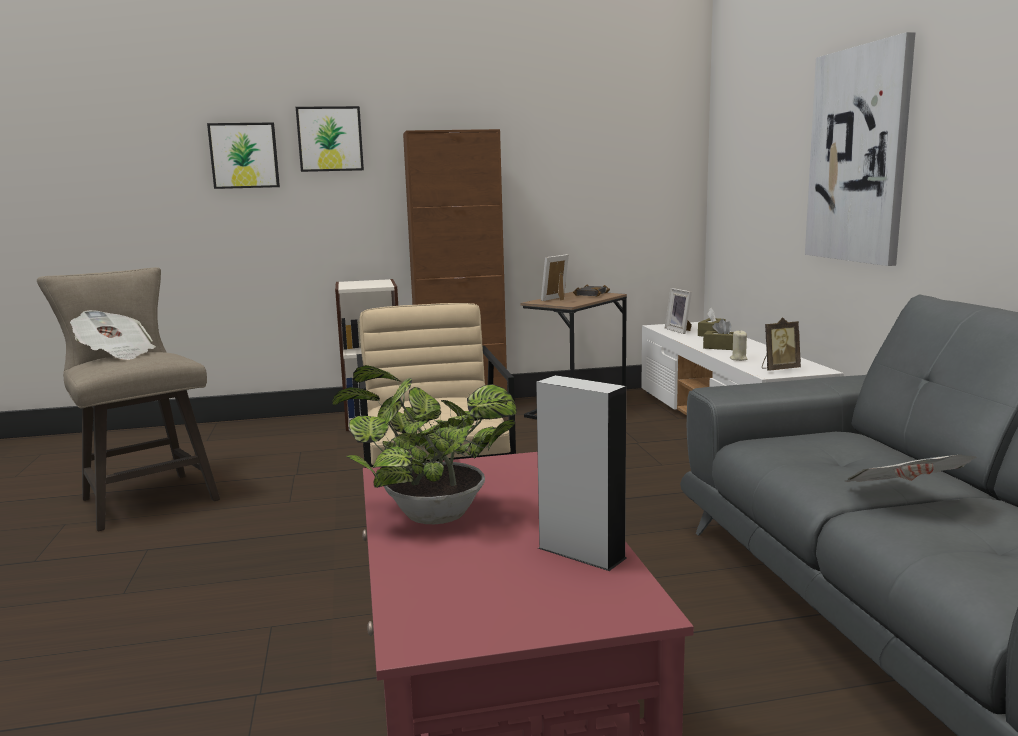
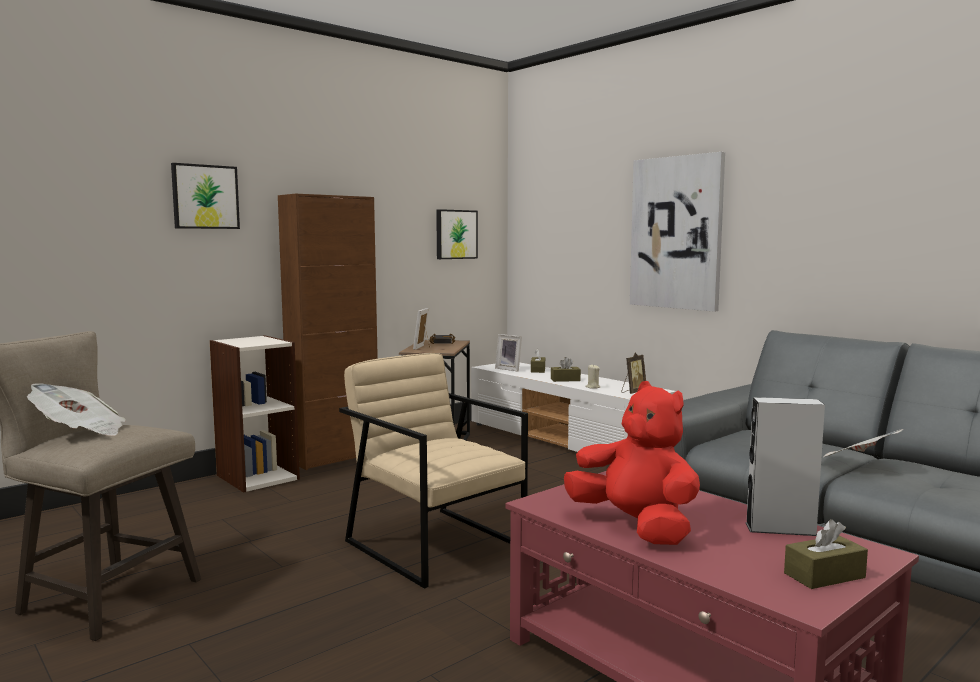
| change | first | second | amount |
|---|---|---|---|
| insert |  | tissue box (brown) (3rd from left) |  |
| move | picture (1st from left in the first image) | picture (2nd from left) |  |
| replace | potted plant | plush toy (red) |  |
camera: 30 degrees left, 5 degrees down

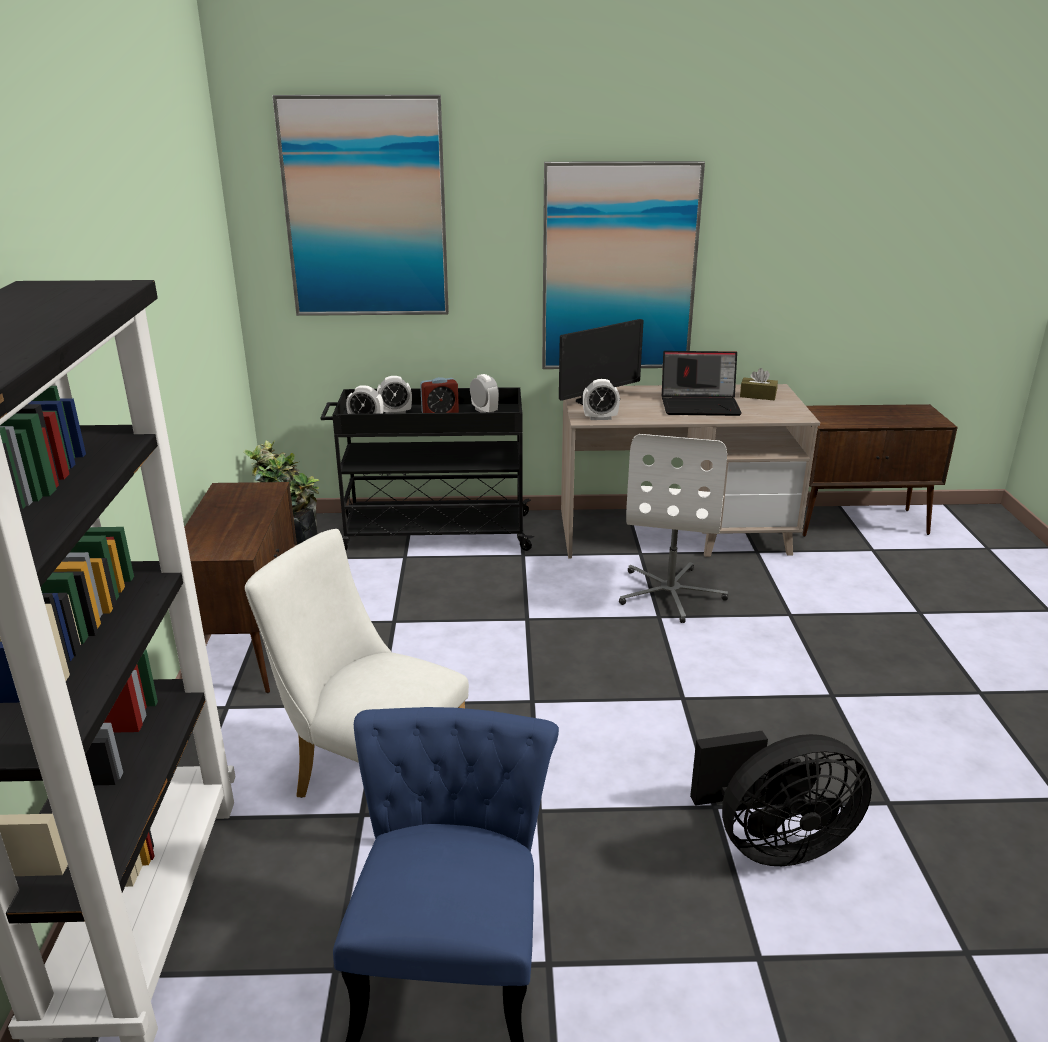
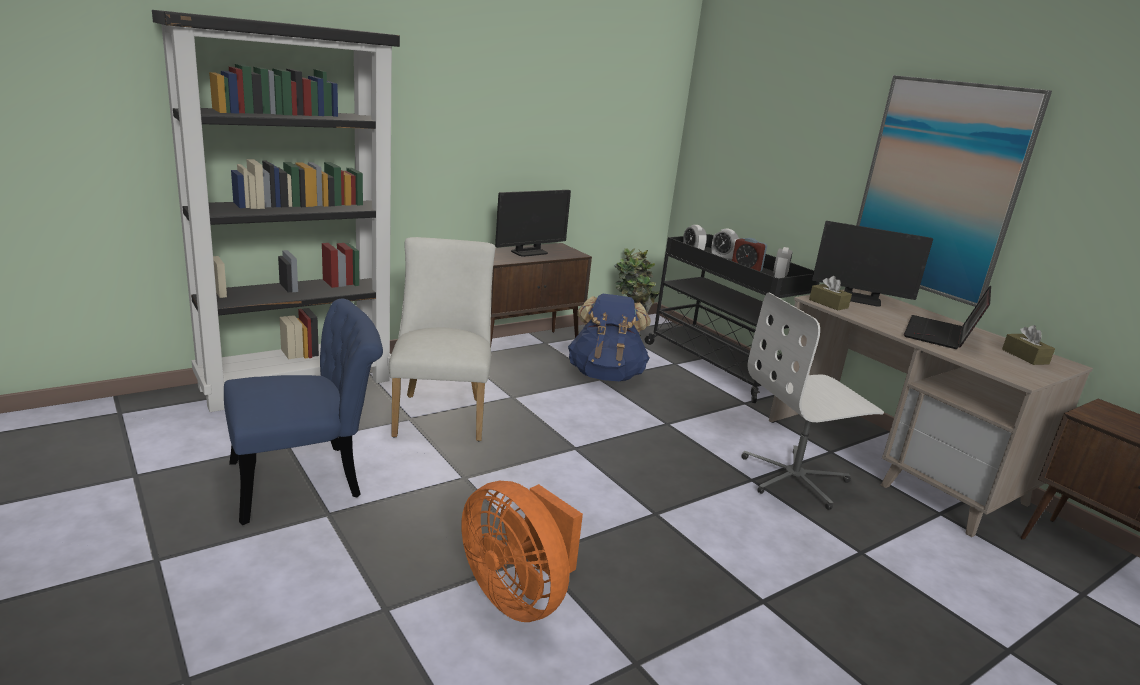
| change | first | second | amount |
|---|---|---|---|
| delete | picture (1st from left) |  |  |
| insert |  | monitor (1st from left) |  |
| insert |  | backpack (blue) |  |
| replace | alarm clock (5th from left) | tissue box (brown) (1st from left) |  |
| recolor | fan (black) | fan (orange) |  |
| rotate | laptop |  | 60 degrees clockwise |
camera: 55 degrees right, 5 degrees down

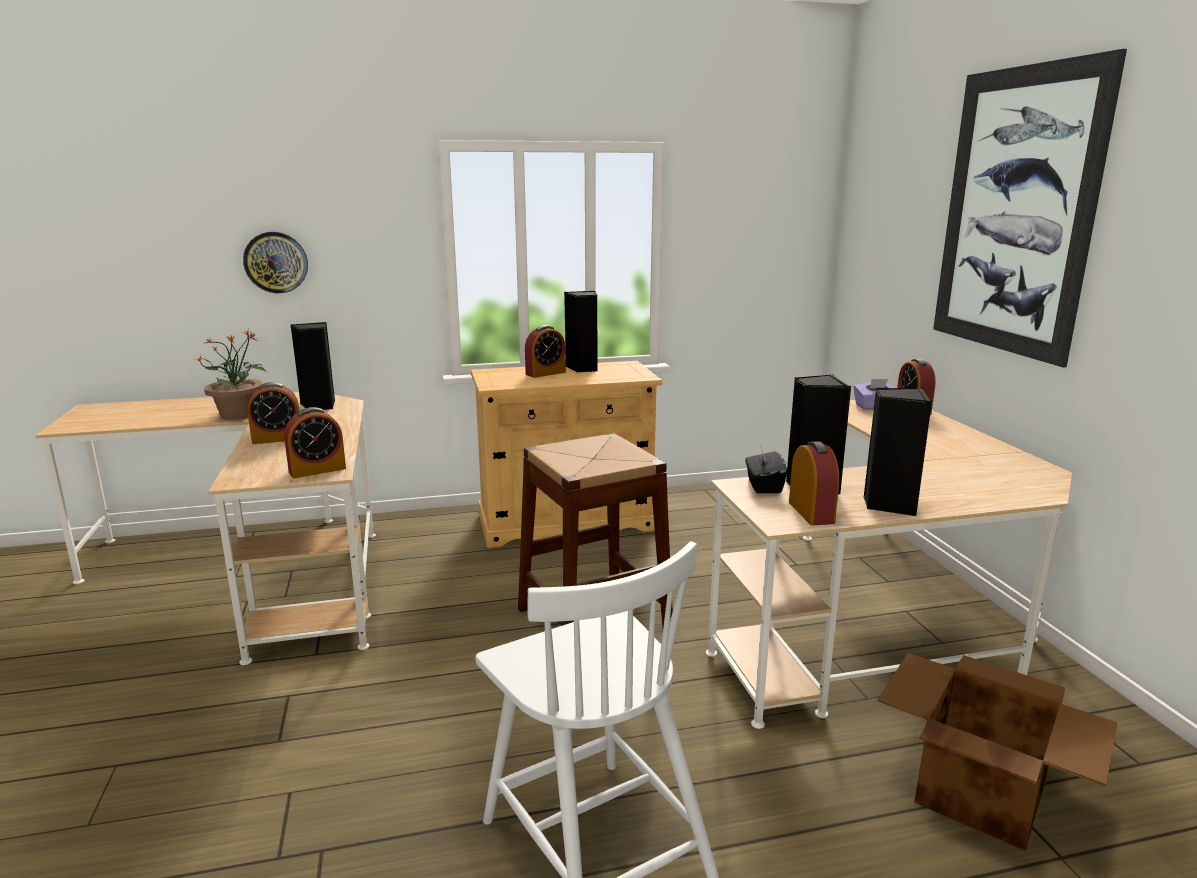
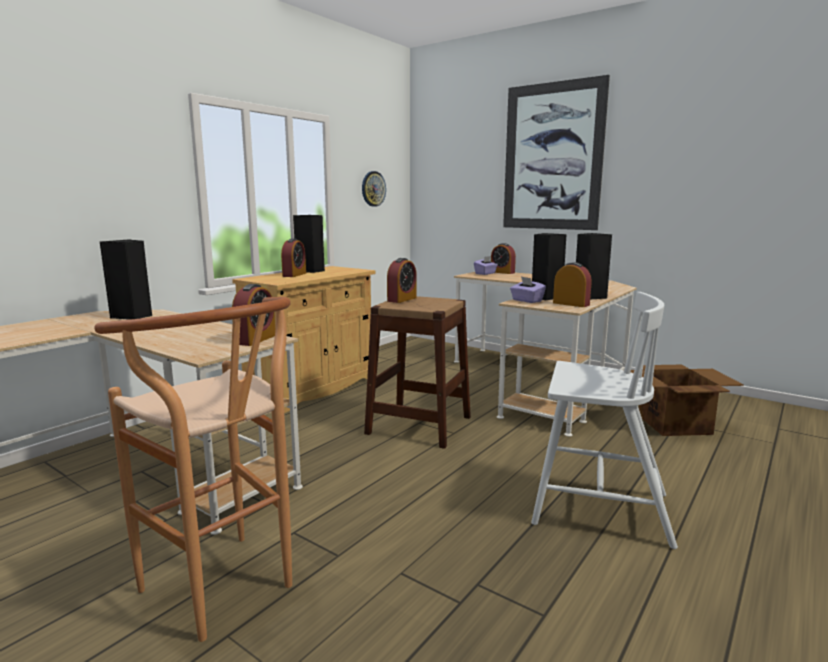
| change | first | second | amount |
|---|---|---|---|
| delete | potted plant |  |  |
| insert |  | stool (brown) (1st from left) |  |
| move | wall clock |  |  |
| move | alarm clock (1st from left in the first image) | alarm clock (3rd from left) |  |
| recolor | tissue box (black) | tissue box (purple) (2nd from left) |  |
camera: 40 degrees left, 5 degrees down

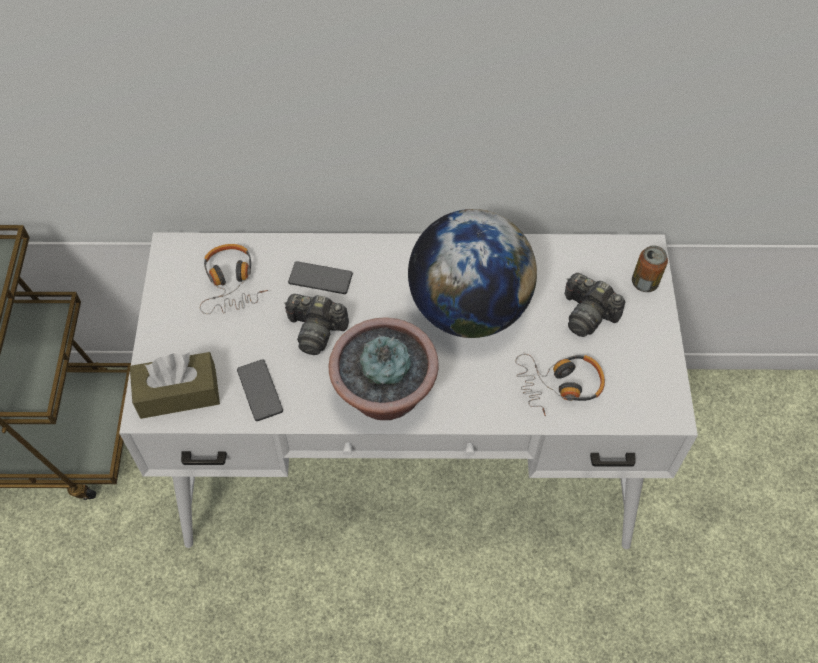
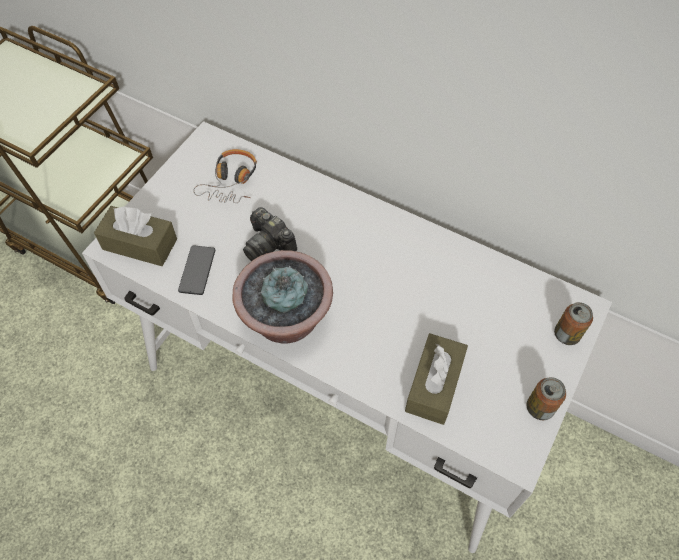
| change | first | second | amount |
|---|---|---|---|
| delete | phone (2nd from left) |  |  |
| delete | globe |  |  |
| delete | photo camera (2nd from left) |  |  |
| insert |  | can (1st from left) |  |
| replace | headphones (2nd from left) | tissue box (brown) (2nd from left) |  |
camera: 30 degrees right, 0 degrees up

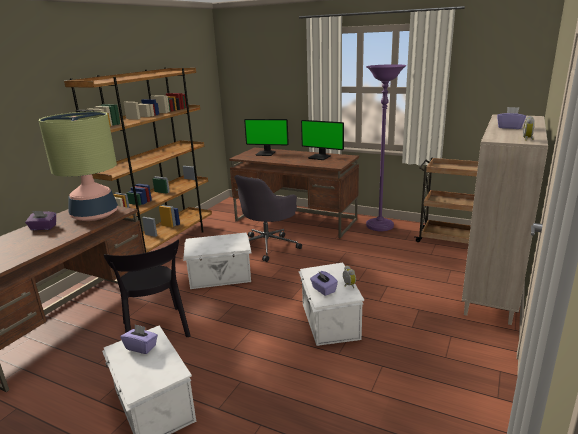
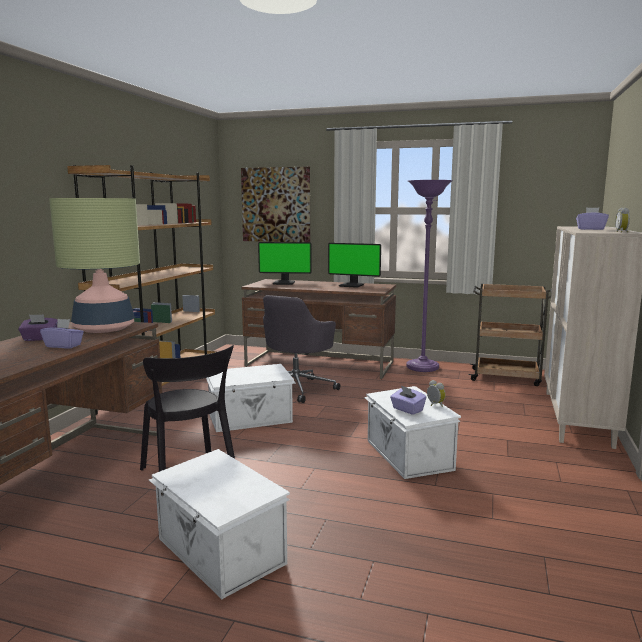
| change | first | second | amount |
|---|---|---|---|
| insert |  | picture |  |
| move | tissue box (purple) (2nd from left) |  |  |
camera: 10 degrees left, 10 degrees down

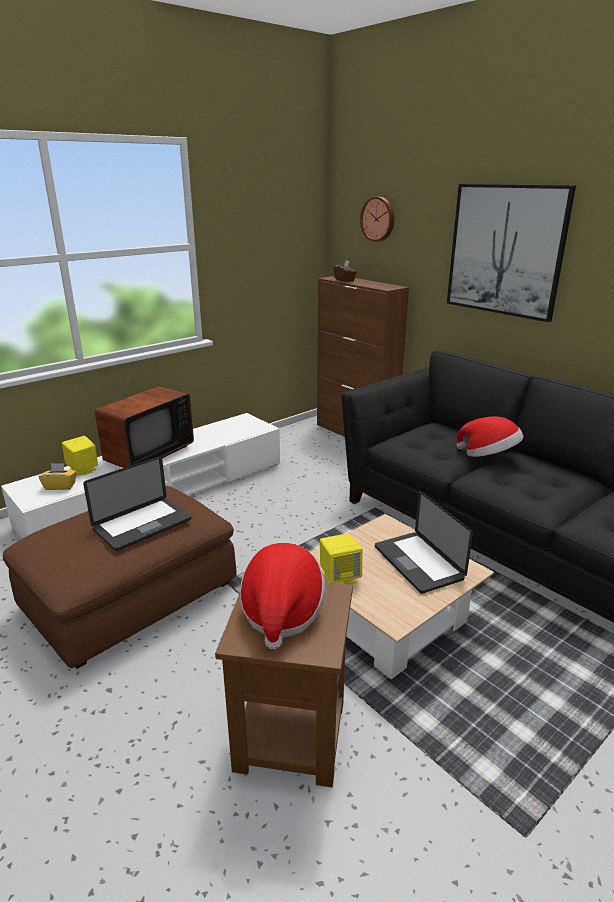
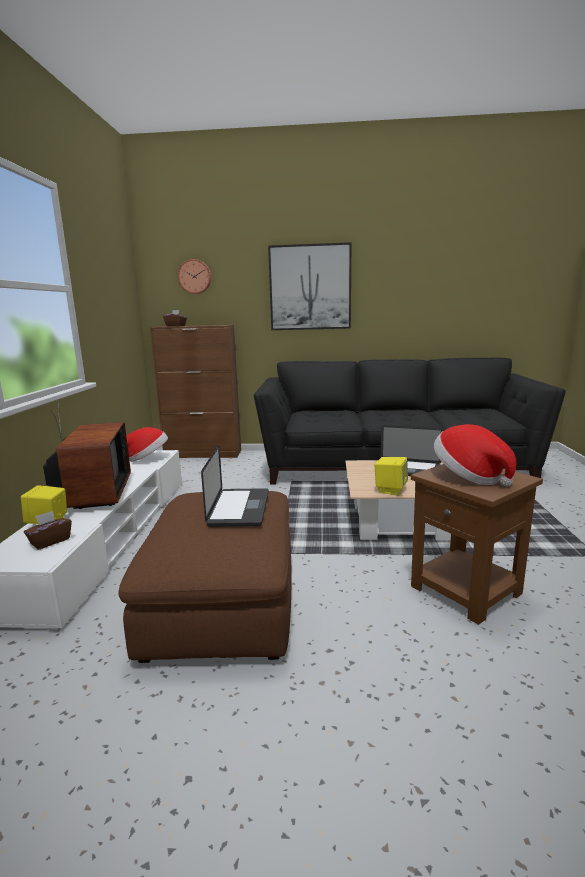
| change | first | second | amount |
|---|---|---|---|
| move | hat (2nd from left in the first image) | hat (1st from left) |  |
| recolor | tissue box (yellow) | tissue box (brown) (1st from left) |  |
camera: 45 degrees left, 10 degrees down

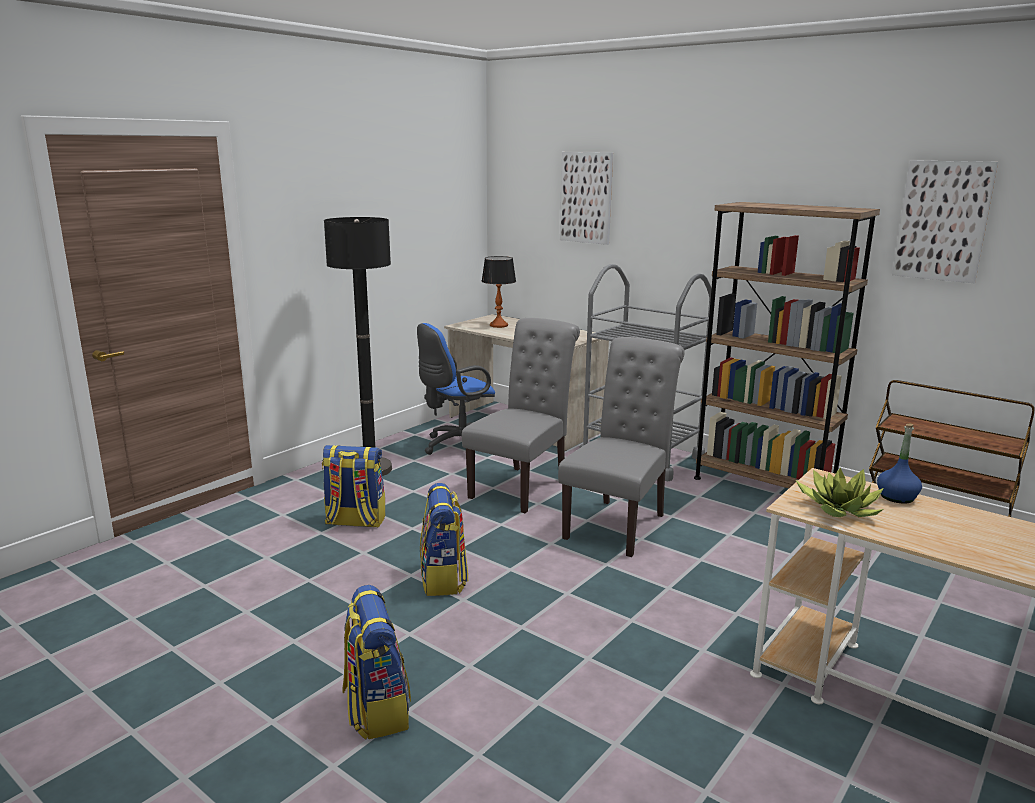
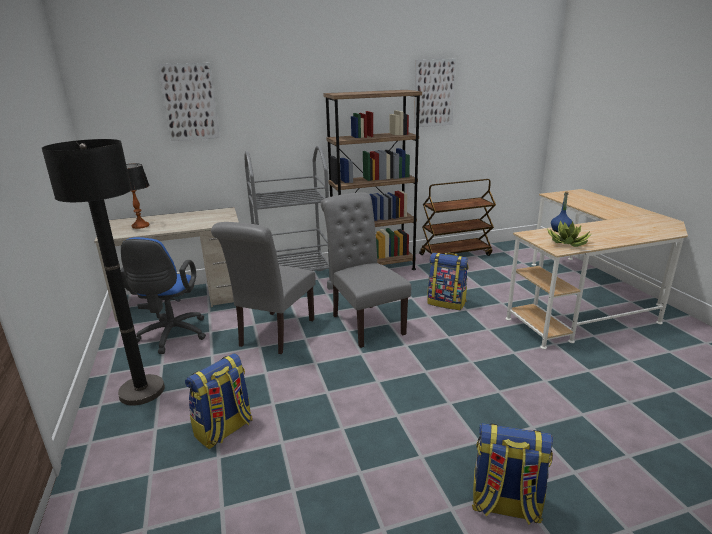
| change | first | second | amount |
|---|---|---|---|
| move | backpack (3rd from left in the first image) | backpack (2nd from left) |  |
| rotate | chair (grey) (1st from left) |  | 135 degrees counterclockwise |
camera: 55 degrees left, 5 degrees up

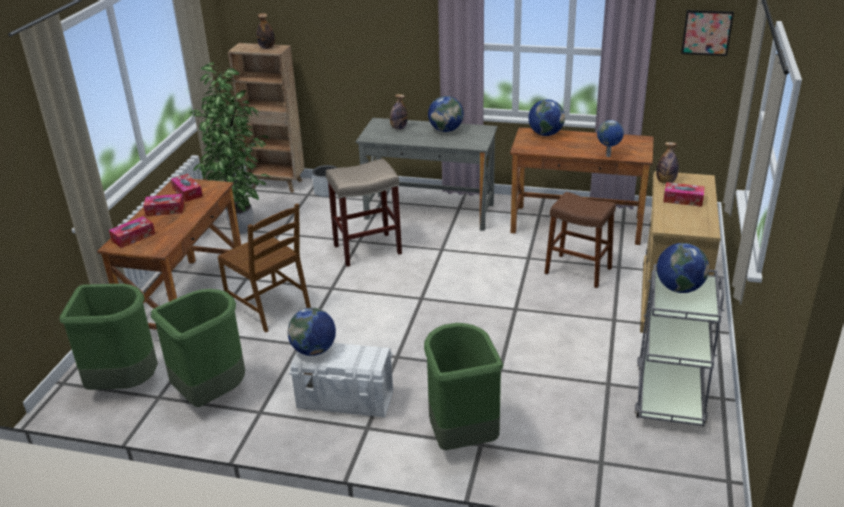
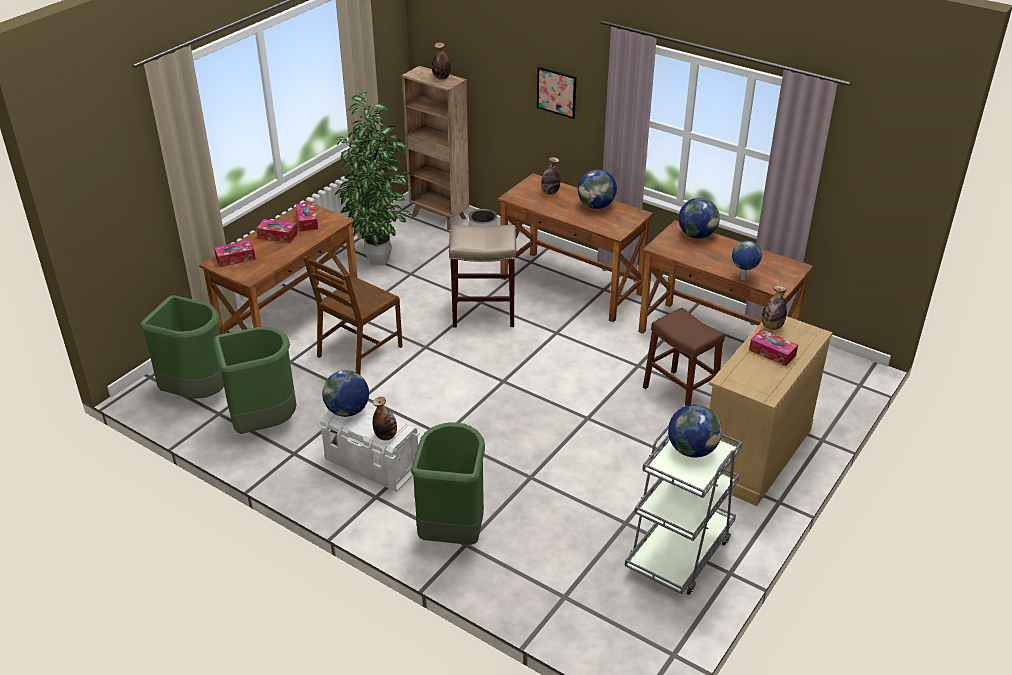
| change | first | second | amount |
|---|---|---|---|
| insert |  | bottle (1st from left) |  |
| move | picture |  |  |
| recolor | desk (grey) | desk (brown) (2nd from left) |  |
| rotate | chair (brown) |  | 60 degrees clockwise |
camera: 20 degrees right, 5 degrees up

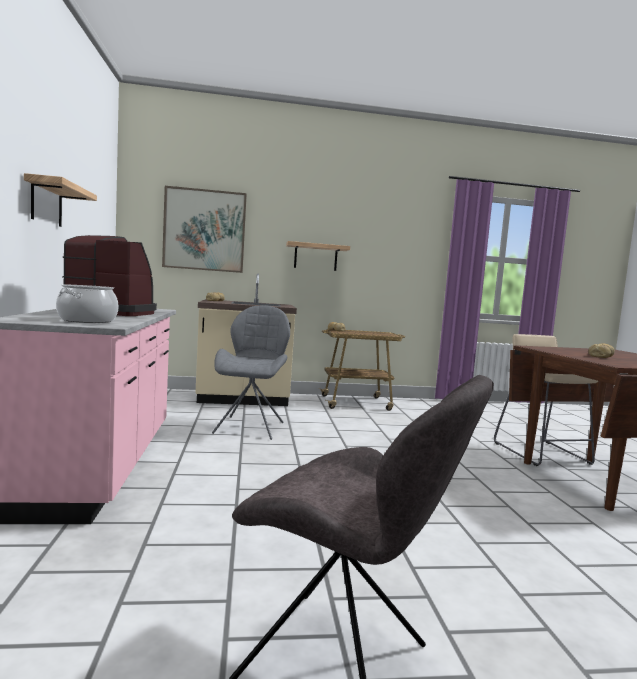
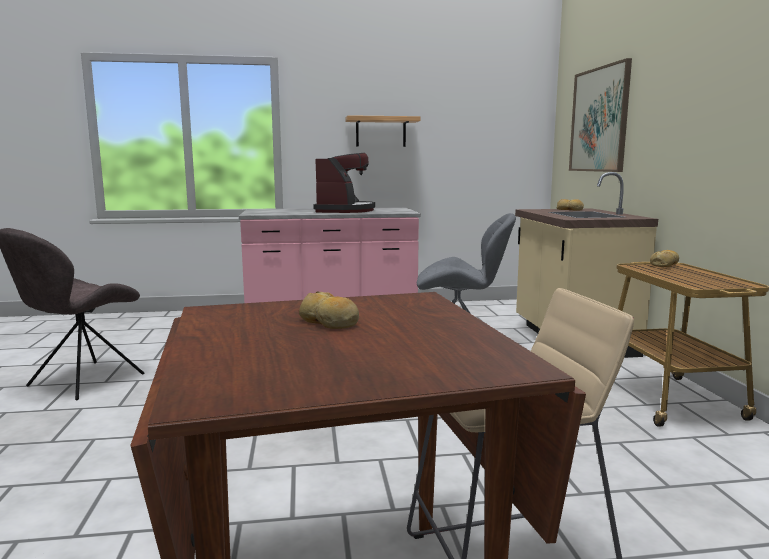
| change | first | second | amount |
|---|---|---|---|
| delete | cooking pot |  |  |
| delete | shelf (2nd from left) |  |  |
camera: 90 degrees right, 5 degrees up

